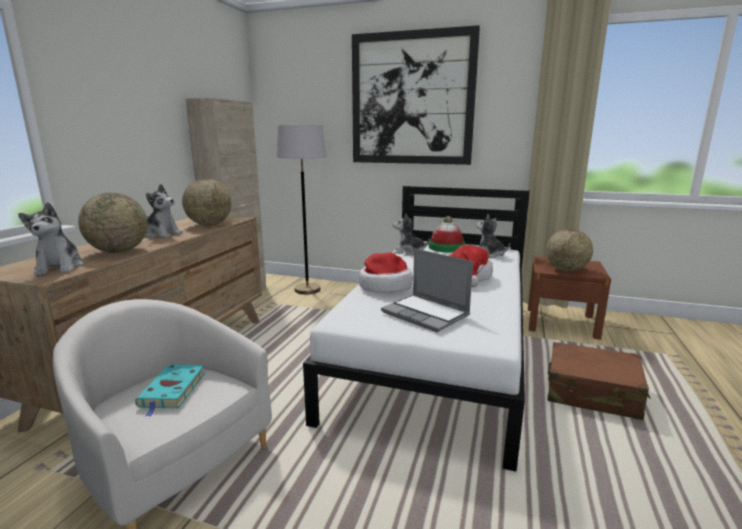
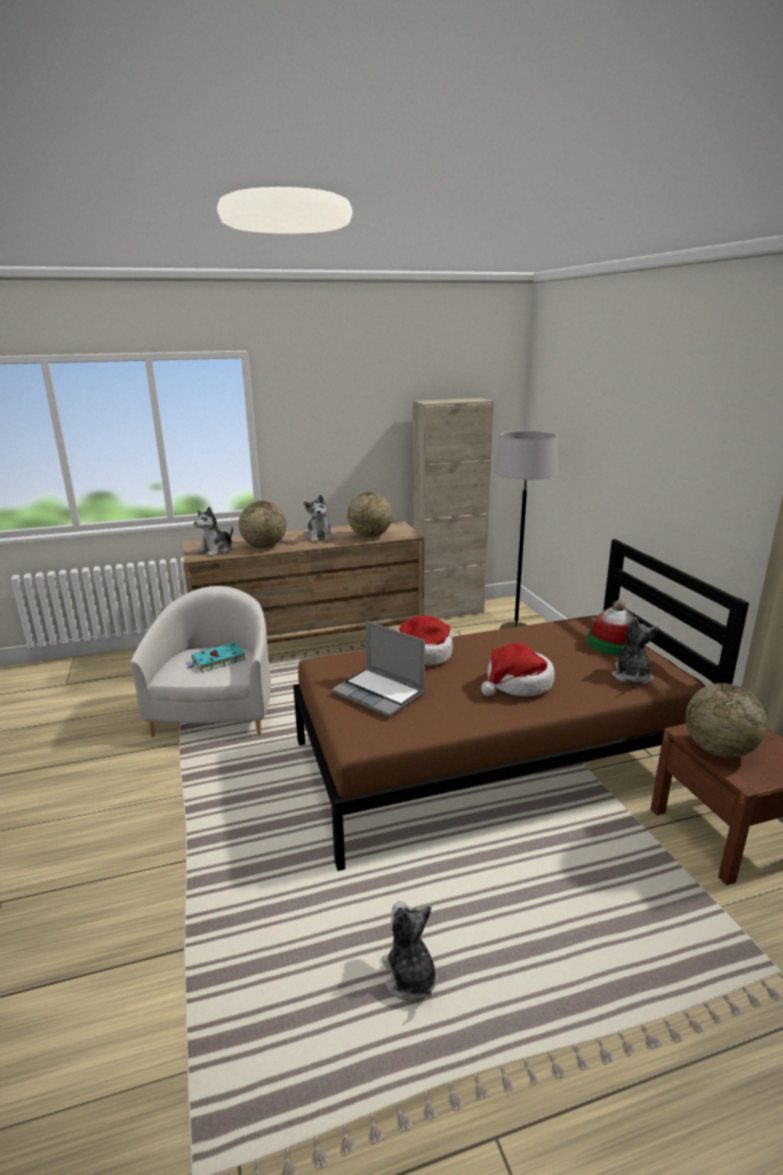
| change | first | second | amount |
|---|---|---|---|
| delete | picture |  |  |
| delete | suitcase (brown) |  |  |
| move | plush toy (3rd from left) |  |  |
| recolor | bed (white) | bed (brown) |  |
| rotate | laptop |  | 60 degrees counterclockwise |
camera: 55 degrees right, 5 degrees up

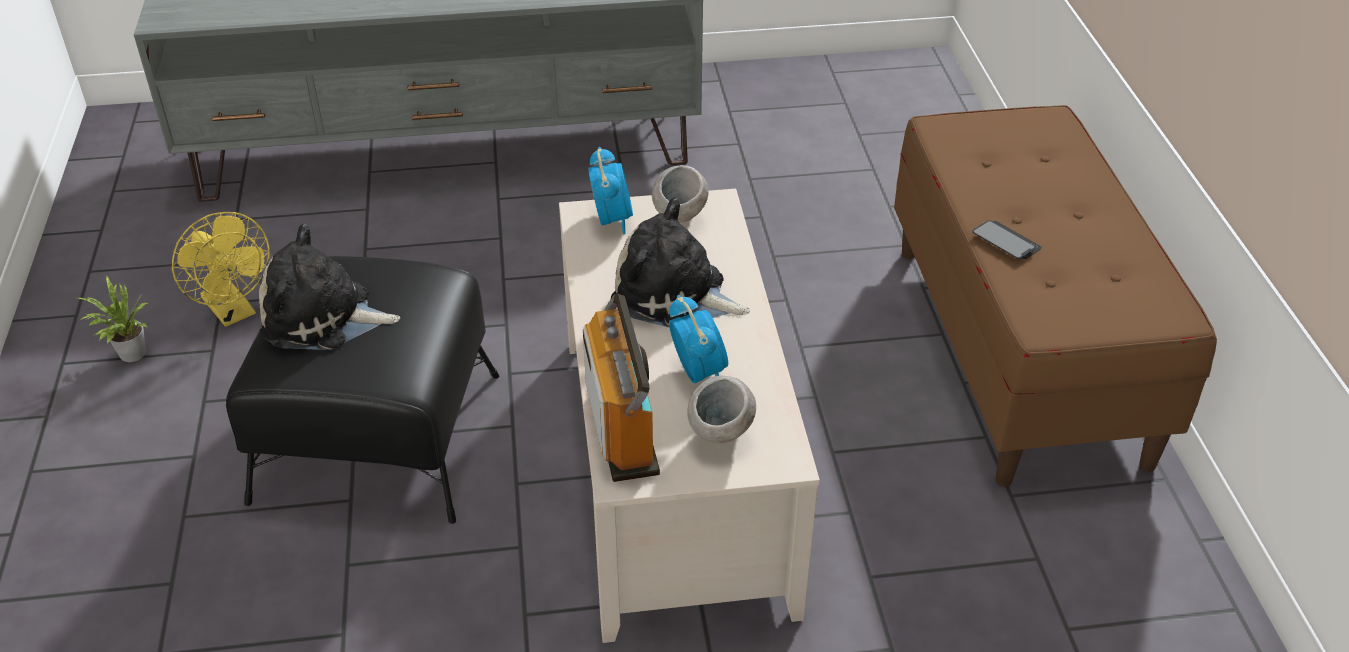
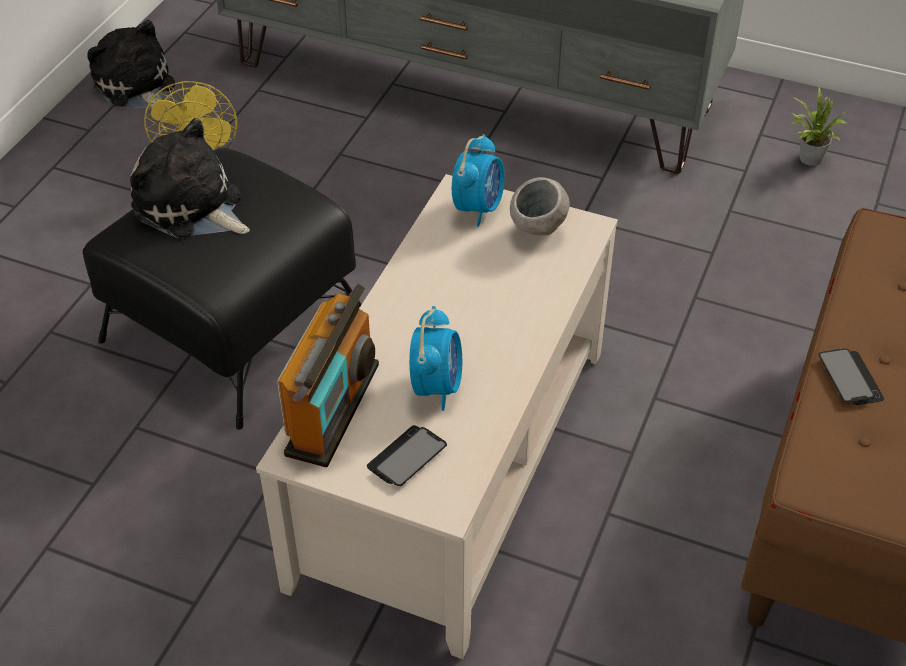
| change | first | second | amount |
|---|---|---|---|
| move | potted plant |  |  |
| move | plush toy (2nd from left in the first image) | plush toy (1st from left) |  |
| replace | bowl (grey) (2nd from left) | phone (1st from left) |  |
camera: 30 degrees right, 5 degrees up

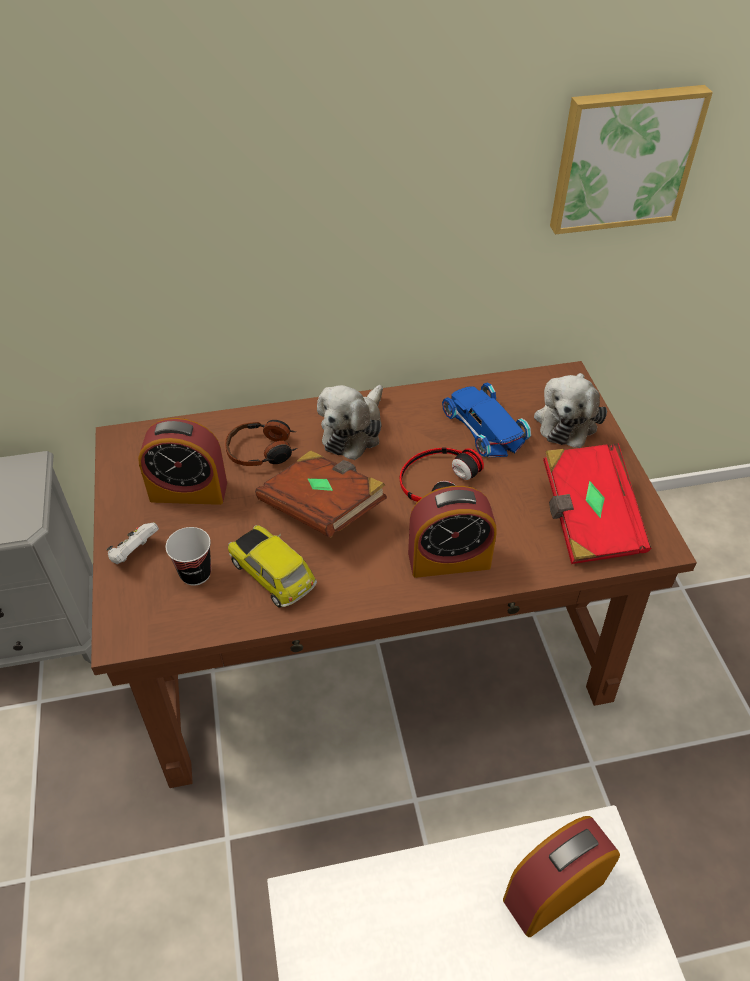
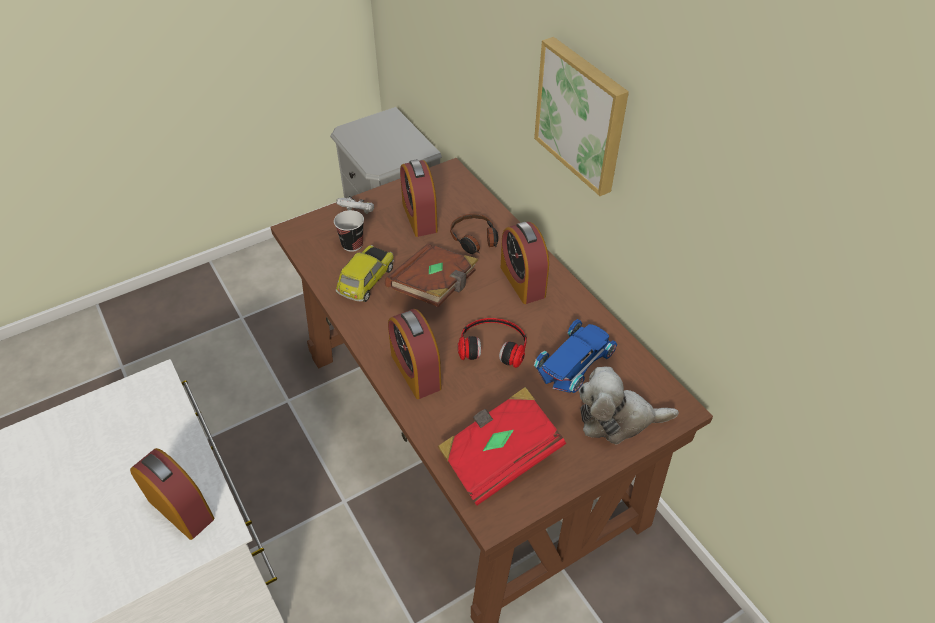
| change | first | second | amount |
|---|---|---|---|
| move | picture |  |  |
| replace | plush toy (1st from left) | alarm clock (4th from left) |  |
camera: 70 degrees right, 0 degrees up

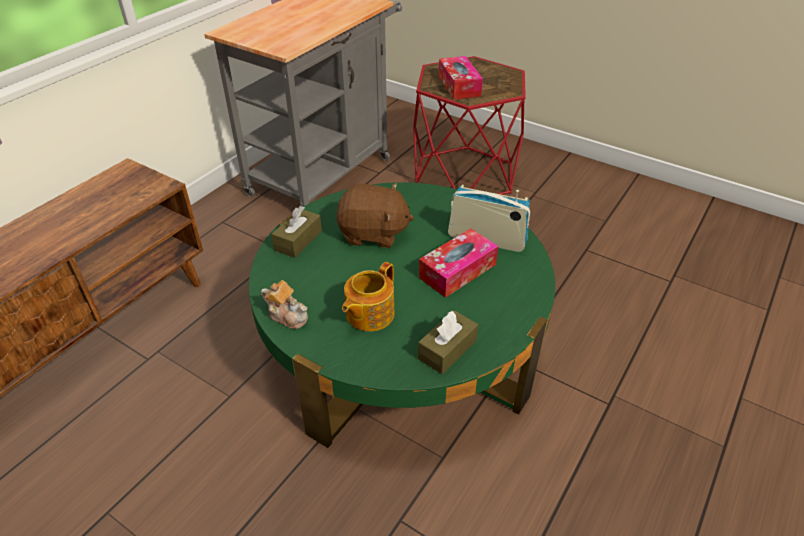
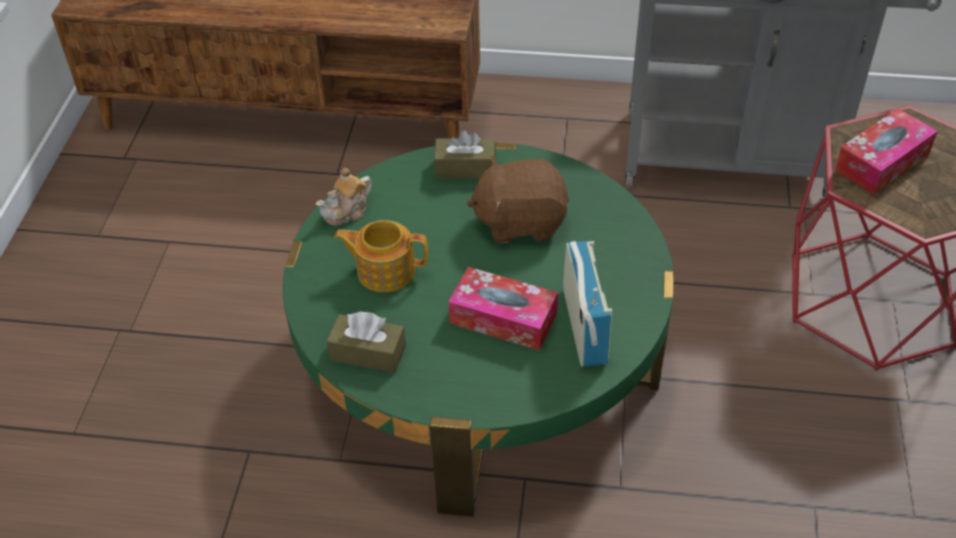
| change | first | second | amount |
|---|---|---|---|
| rotate | teapot (1st from left) |  | 45 degrees clockwise |
| rotate | plush toy (brown) |  | 105 degrees clockwise |
camera: 65 degrees right, 5 degrees up

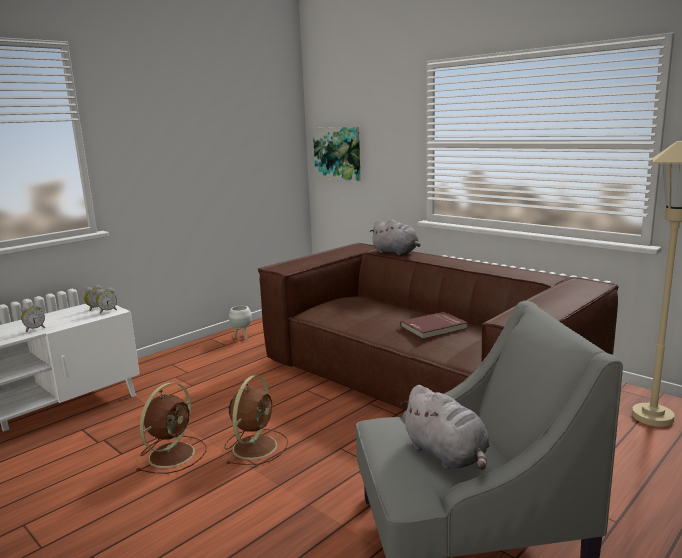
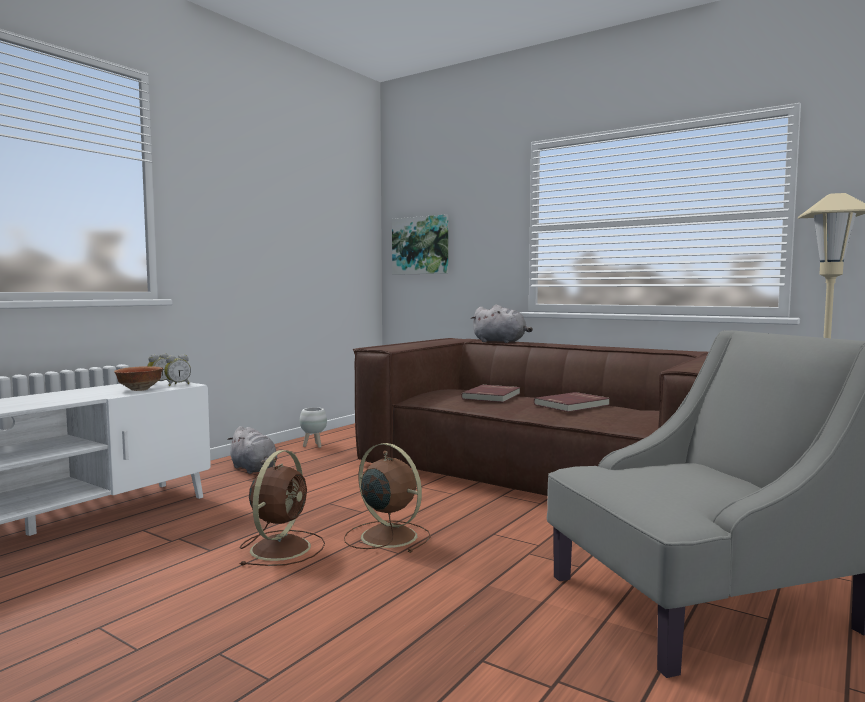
| change | first | second | amount |
|---|---|---|---|
| delete | alarm clock (1st from left) |  |  |
| insert |  | bowl |  |
| insert |  | book (red) (1st from left) |  |
| move | plush toy (grey) (2nd from left in the first image) | plush toy (grey) (1st from left) |  |
| rotate | fan (brown) (2nd from left) |  | 60 degrees counterclockwise |
camera: 10 degrees left, 10 degrees down

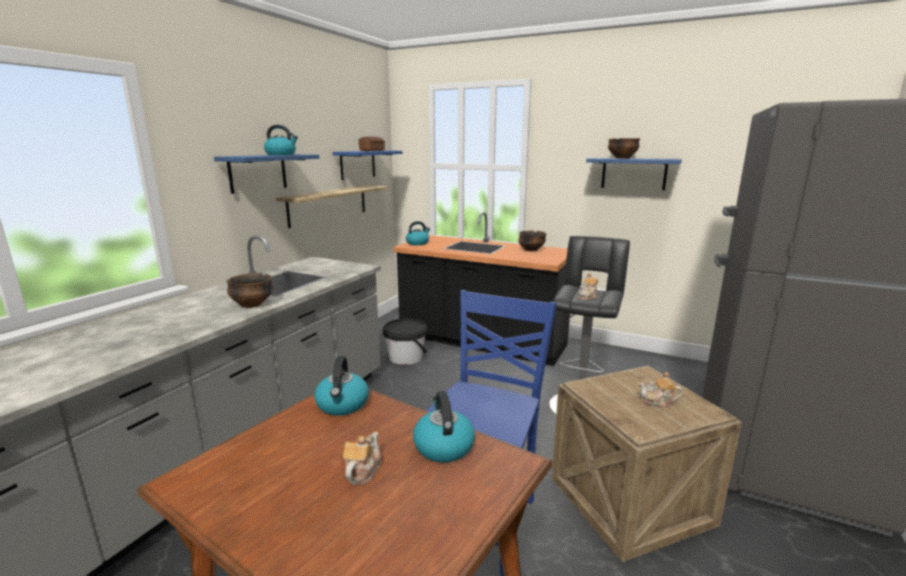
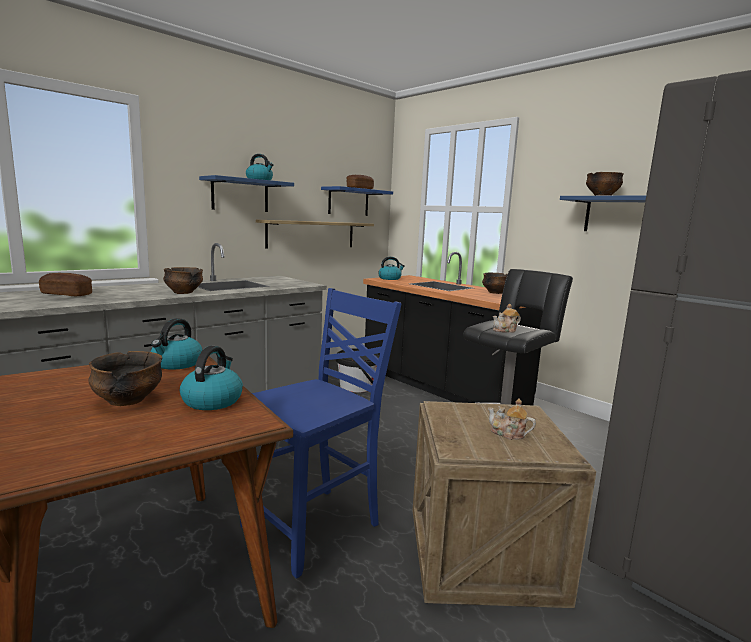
| change | first | second | amount |
|---|---|---|---|
| insert |  | bread (1st from left) |  |
| replace | teapot (1st from left) | bowl (1st from left) |  |
camera: 20 degrees right, 5 degrees down

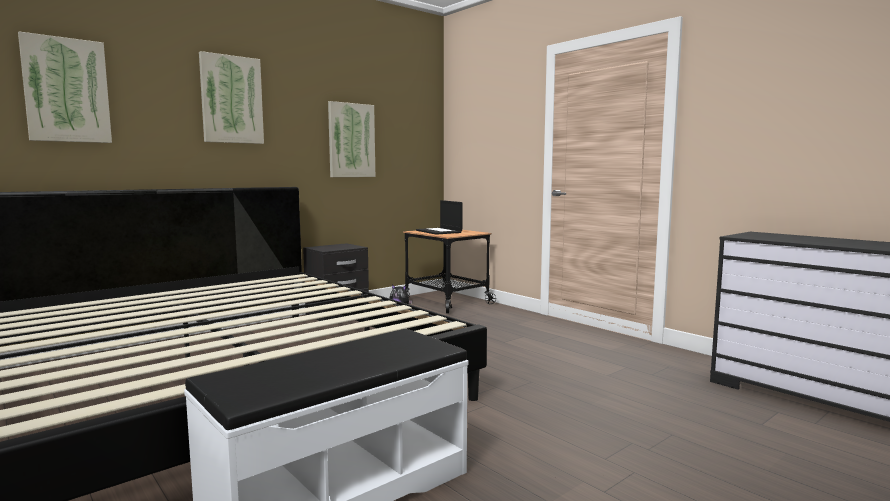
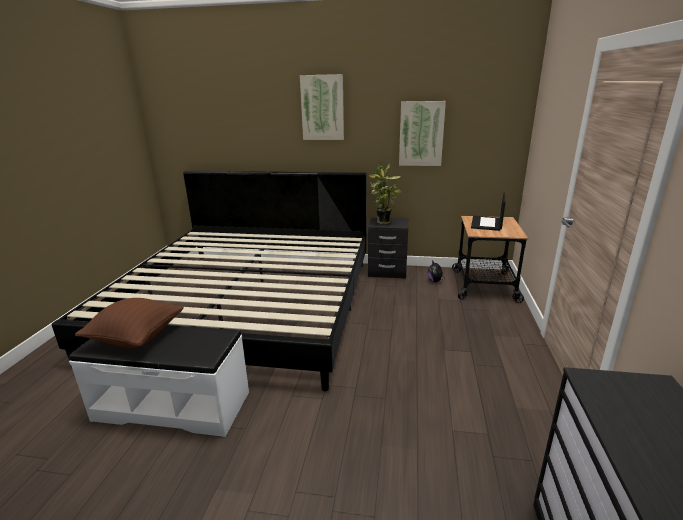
| change | first | second | amount |
|---|---|---|---|
| delete | picture (1st from left) |  |  |
| insert |  | pillow (brown) |  |
| insert |  | potted plant |  |
camera: 50 degrees right, 15 degrees up

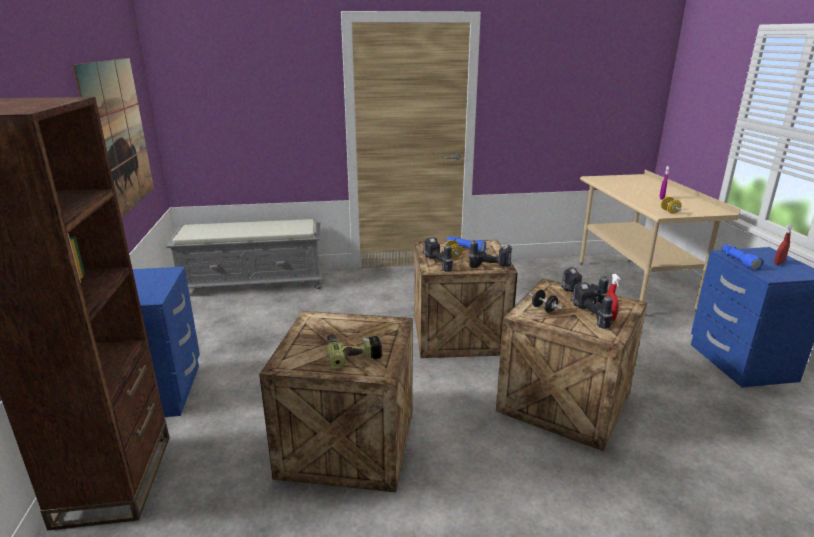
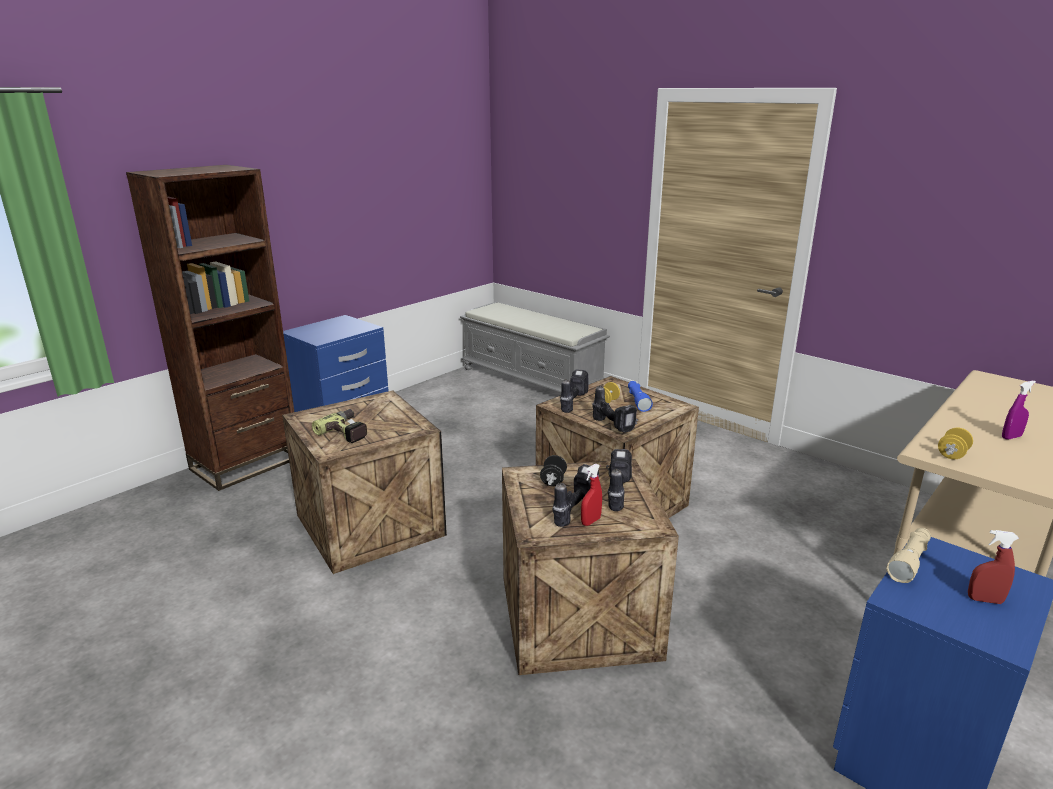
| change | first | second | amount |
|---|---|---|---|
| delete | picture |  |  |
| recolor | flashlight (blue) (2nd from left) | flashlight (beige) |  |
camera: 50 degrees right, 0 degrees up

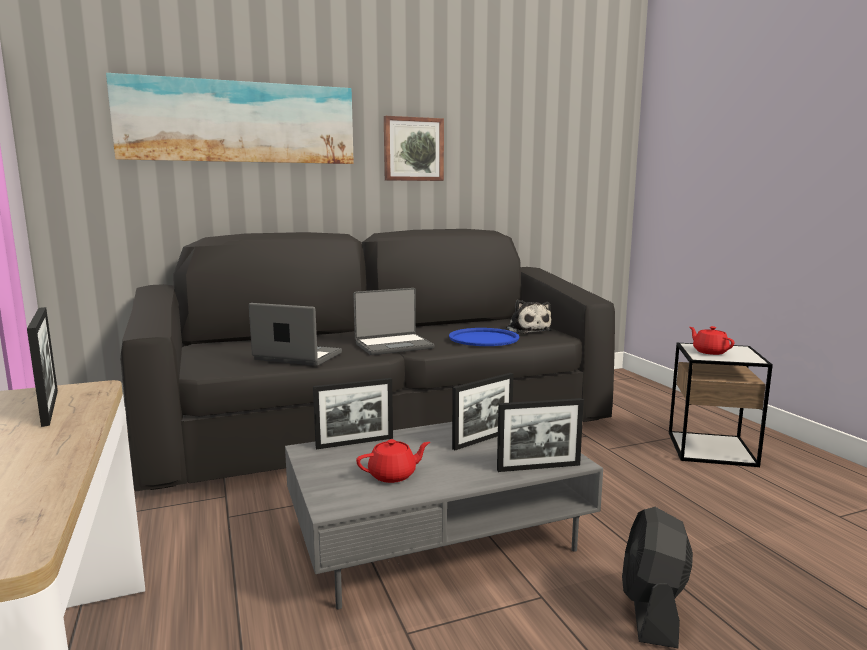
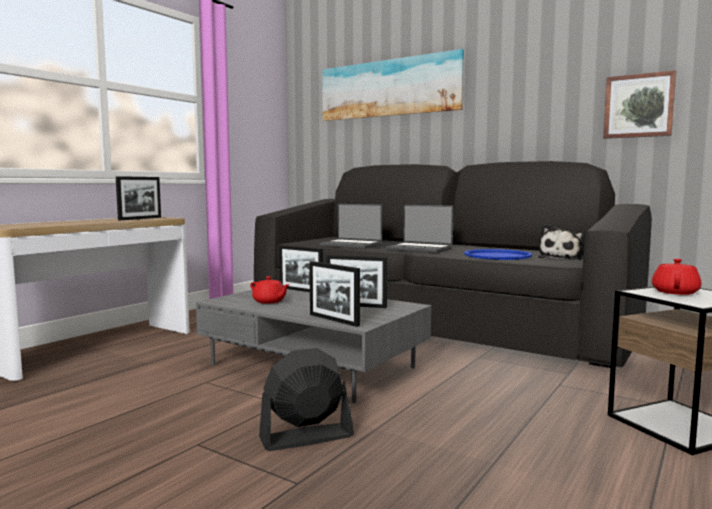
| change | first | second | amount |
|---|---|---|---|
| move | picture (2nd from left) |  |  |
| rotate | laptop (1st from left) |  | 135 degrees clockwise |
camera: 55 degrees right, 5 degrees down

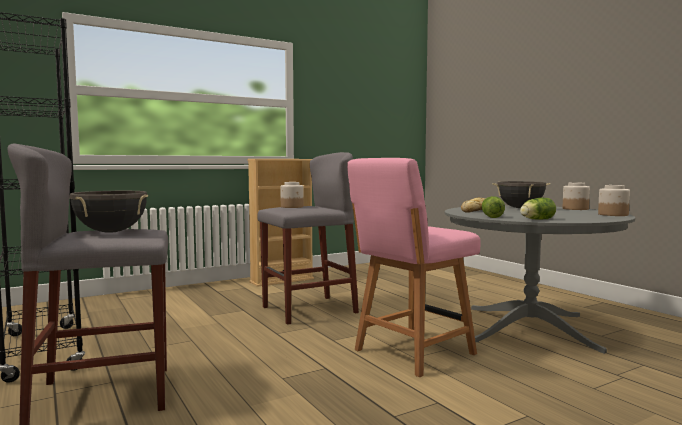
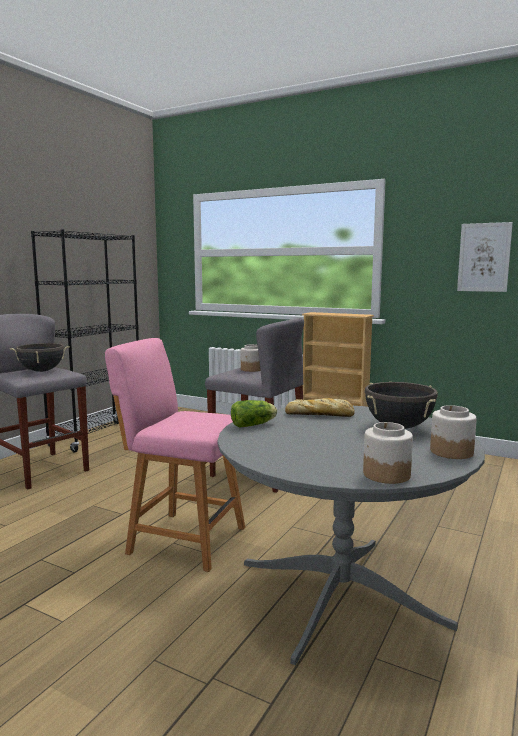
| change | first | second | amount |
|---|---|---|---|
| delete | lettuce (2nd from left) |  |  |
| insert |  | picture |  |
camera: 60 degrees right, 5 degrees up

